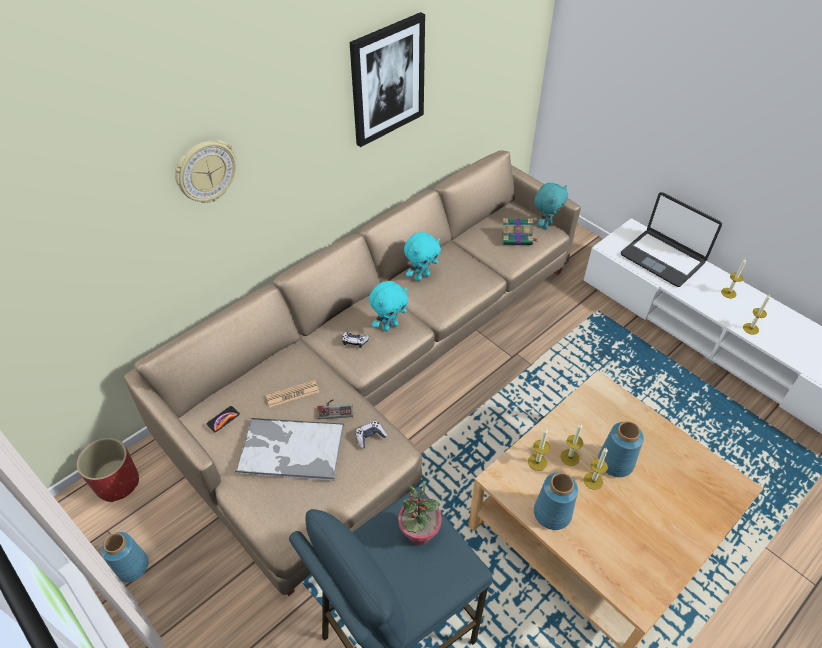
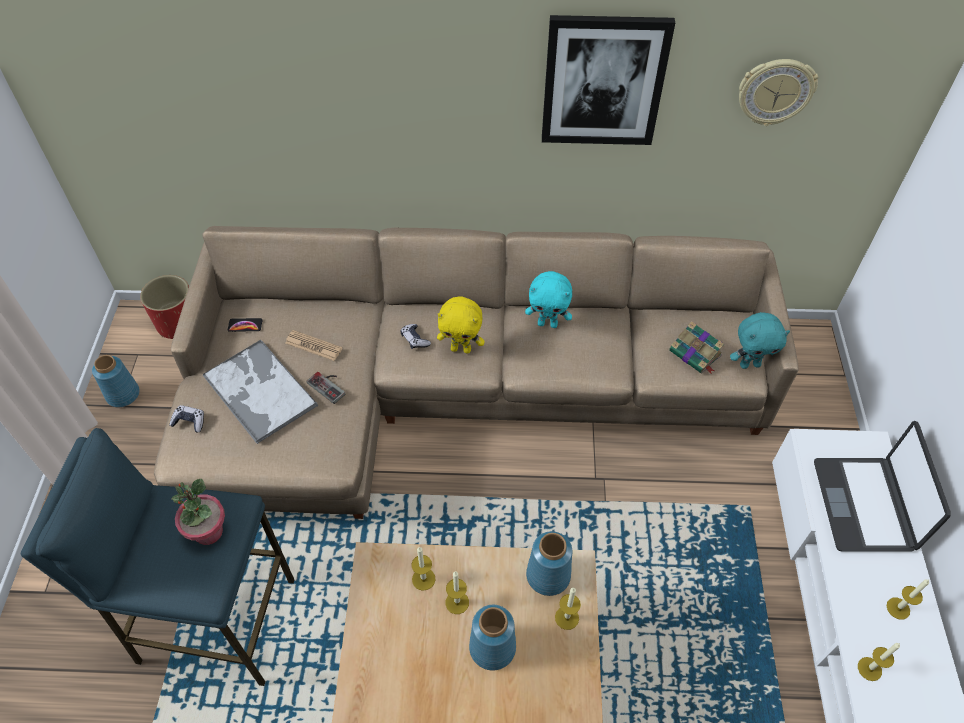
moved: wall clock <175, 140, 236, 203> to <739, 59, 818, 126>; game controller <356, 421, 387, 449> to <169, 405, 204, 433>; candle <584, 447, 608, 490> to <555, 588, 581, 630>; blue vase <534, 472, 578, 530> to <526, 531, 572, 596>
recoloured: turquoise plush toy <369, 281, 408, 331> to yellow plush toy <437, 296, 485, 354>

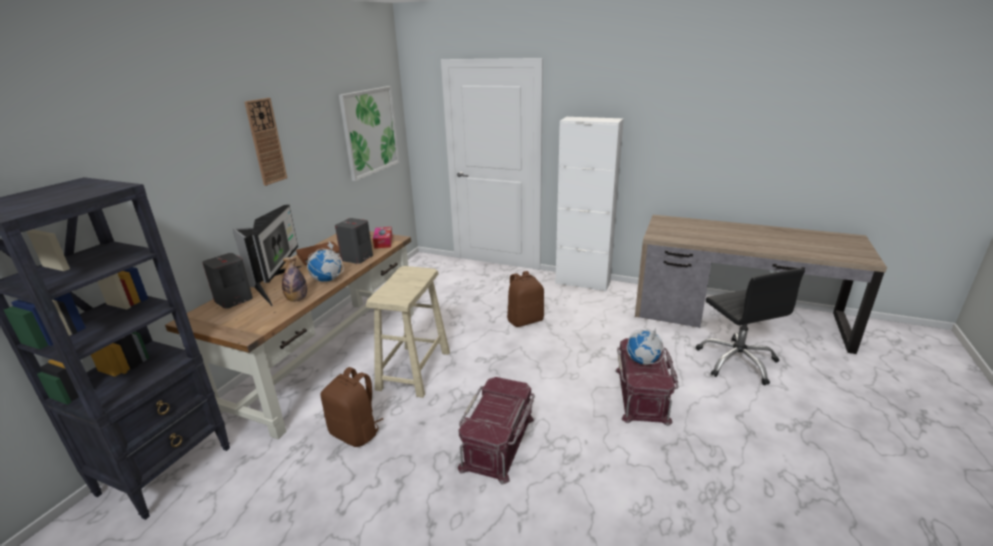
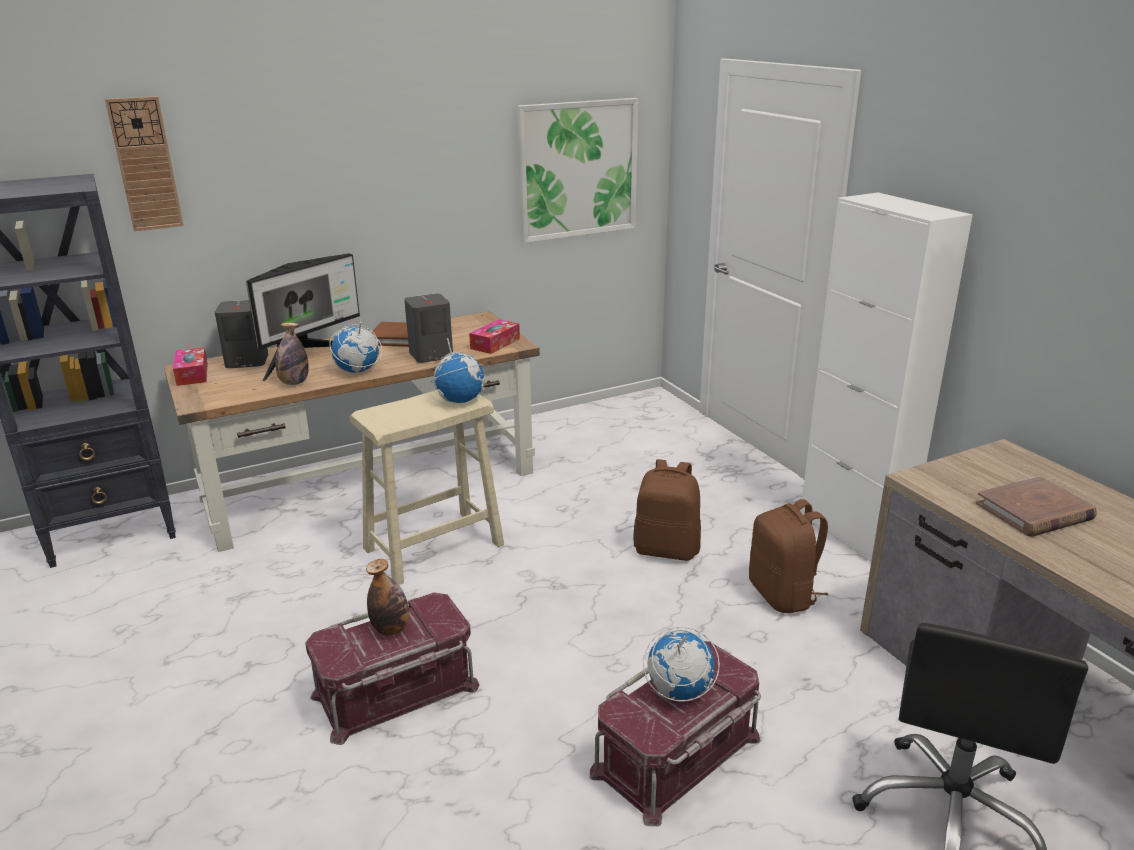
added: globe <430, 338, 485, 404>; tissue box <173, 347, 207, 386>; brown book <976, 476, 1097, 537>; bottle <366, 559, 409, 636>
moved: wall clock <245, 98, 287, 186> to <105, 96, 184, 231>; brown backpack <321, 367, 383, 447> to <749, 499, 828, 613>

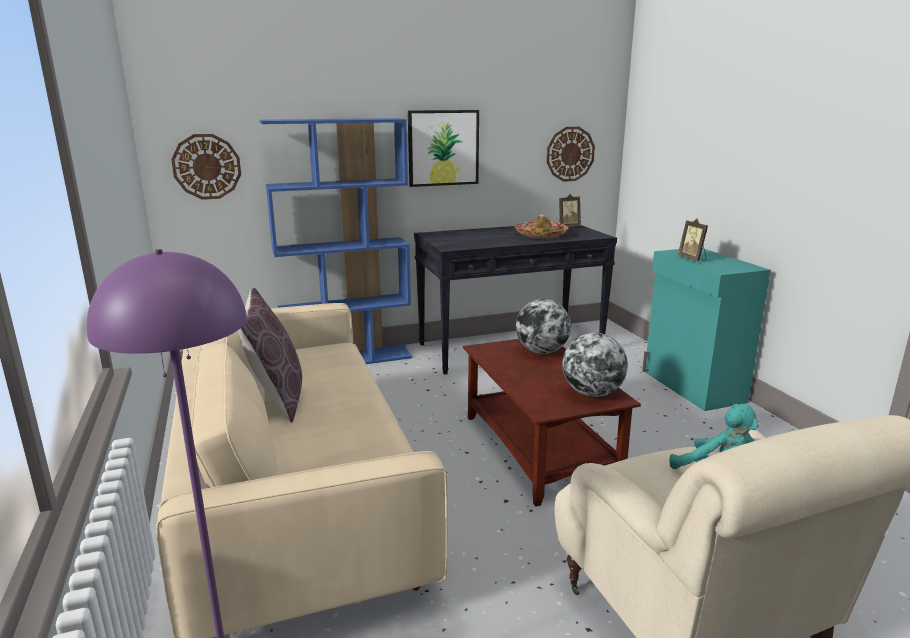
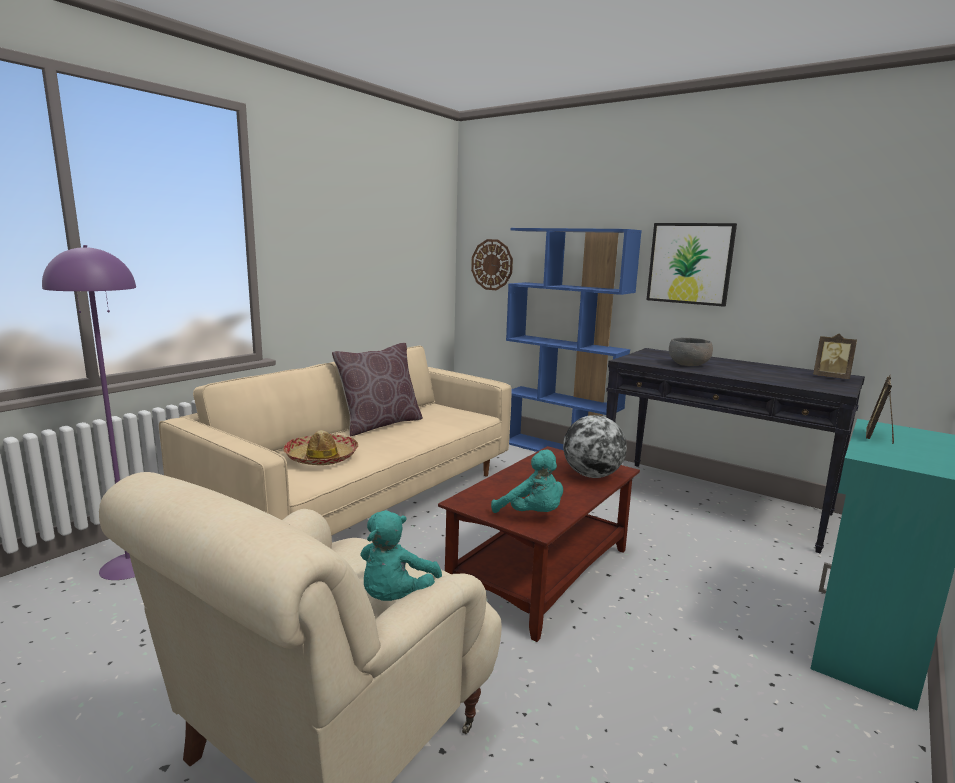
removed: wall clock <547, 127, 595, 182>
added: grey bowl <669, 338, 713, 366>
moved: hat <514, 214, 568, 239> to <283, 430, 358, 465>
replaced: globe <562, 333, 628, 397> to turquoise plush toy <491, 449, 563, 513>

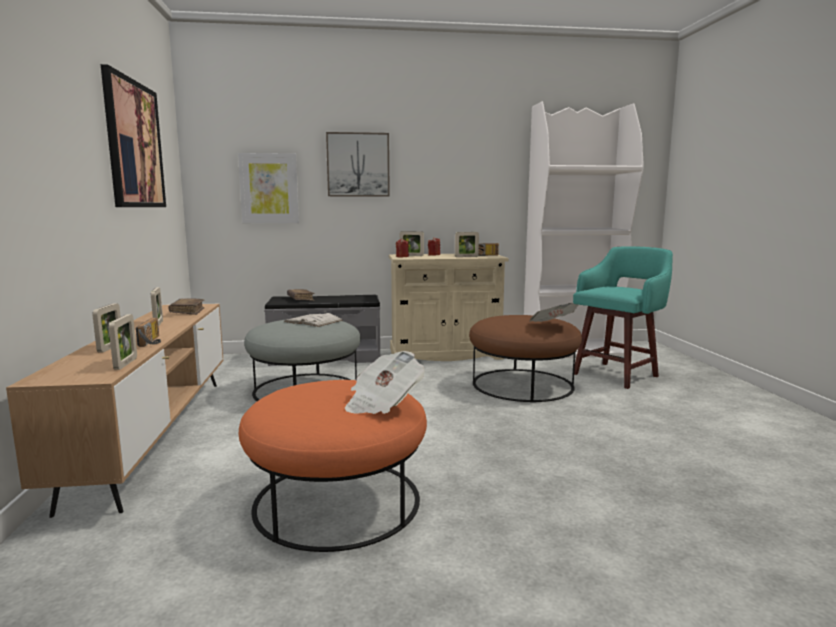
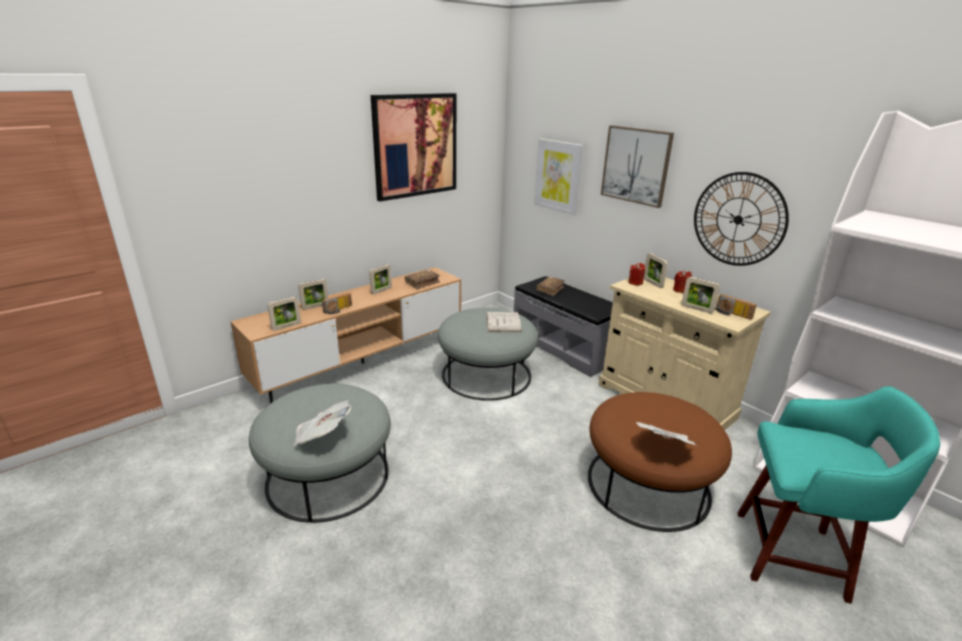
added: wall clock <694, 172, 789, 266>
recoloured: orange ottoman <239, 380, 427, 552> to grey ottoman <249, 383, 391, 523>

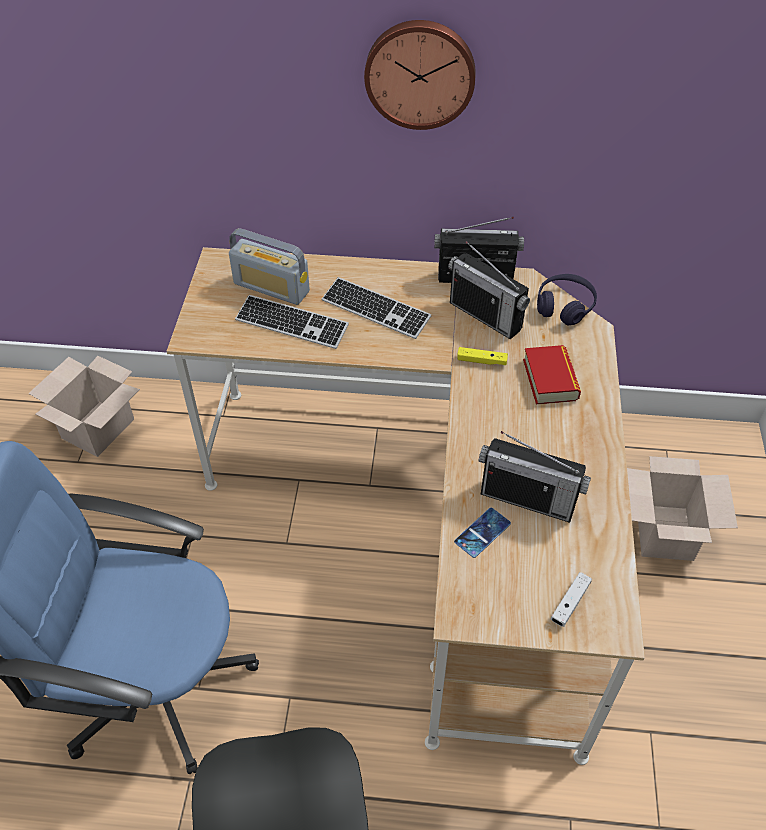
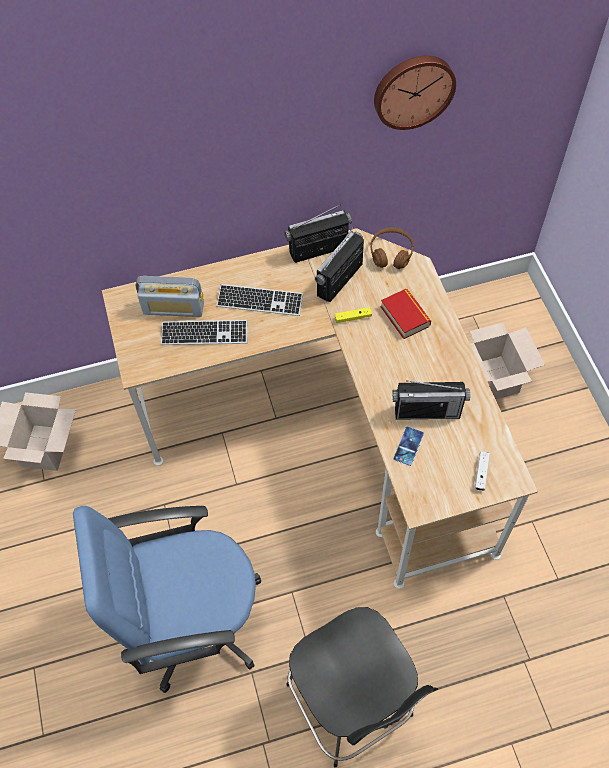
moved: wall clock <364, 20, 476, 130> to <374, 56, 456, 130>
recoloured: purple headphones <537, 274, 597, 325> to brown headphones <371, 227, 414, 269>
turned: radio <448, 241, 530, 339> = <315, 226, 364, 302> 105 degrees clockwise

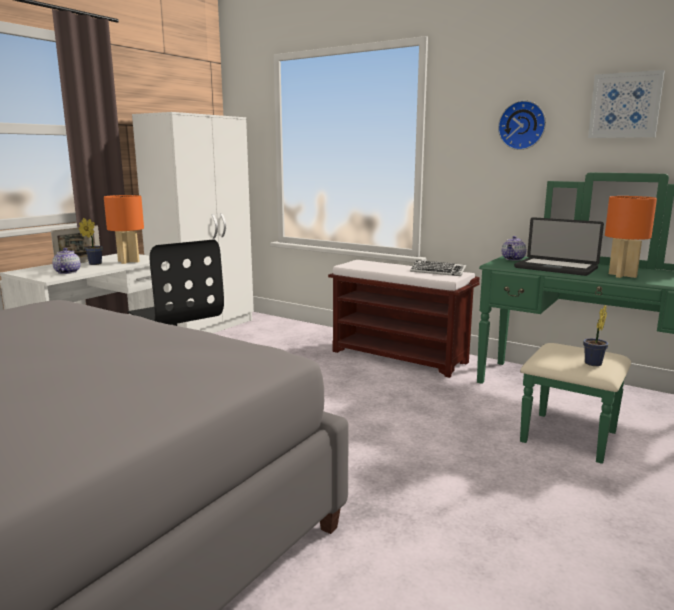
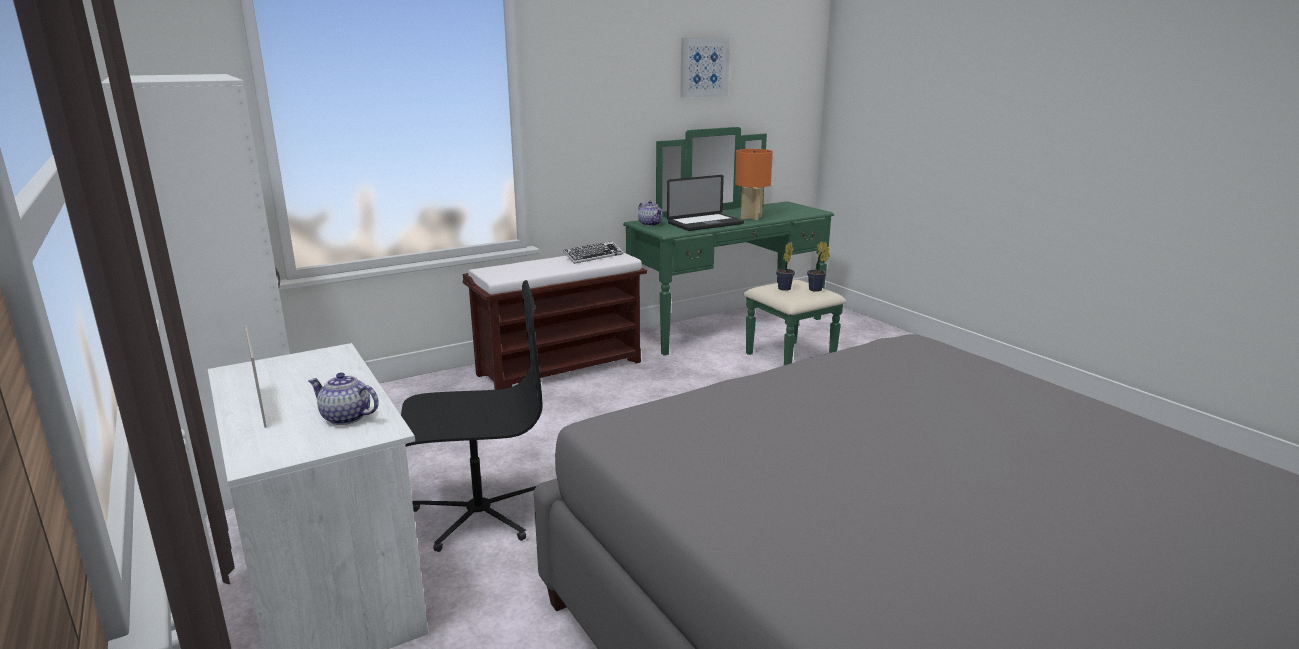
removed: wall clock <498, 100, 546, 150>; orange table lamp <104, 195, 144, 264>
moved: potted plant <78, 218, 103, 265> to <776, 242, 795, 291>

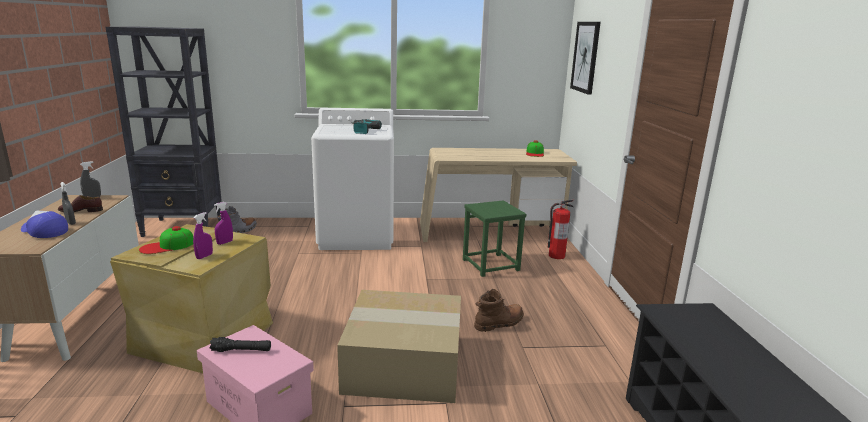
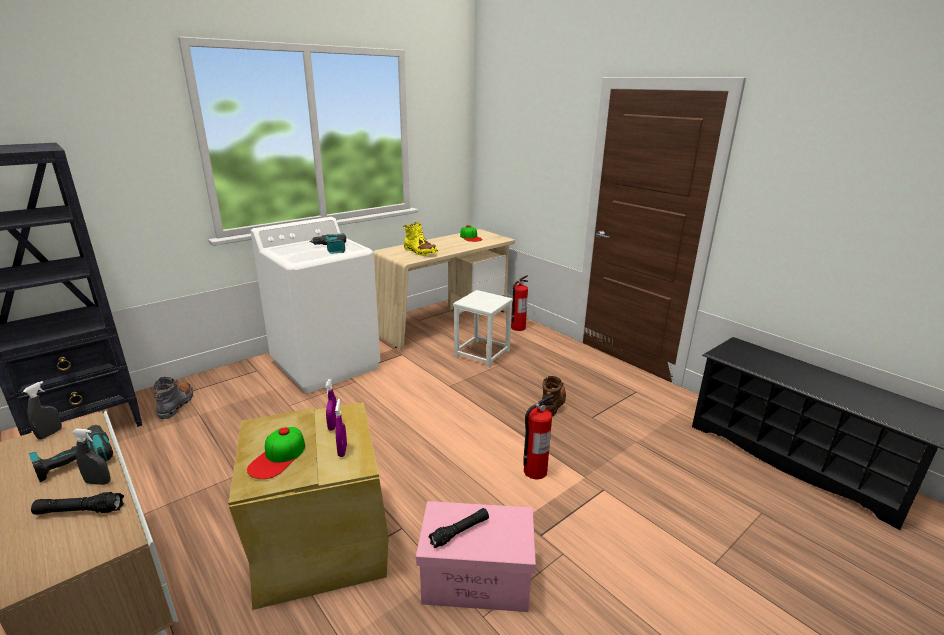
removed: picture <570, 22, 601, 95>
added: yellow boot <403, 222, 438, 256>
replaced: brown shoe <58, 195, 103, 212> to power drill <29, 425, 113, 482>; cap <21, 211, 68, 238> to black flashlight <31, 492, 124, 515>; cardboard box <337, 290, 461, 403> to fire extinguisher <523, 394, 554, 480>
recoloured: green stool <463, 200, 527, 277> to white stool <453, 290, 513, 367>

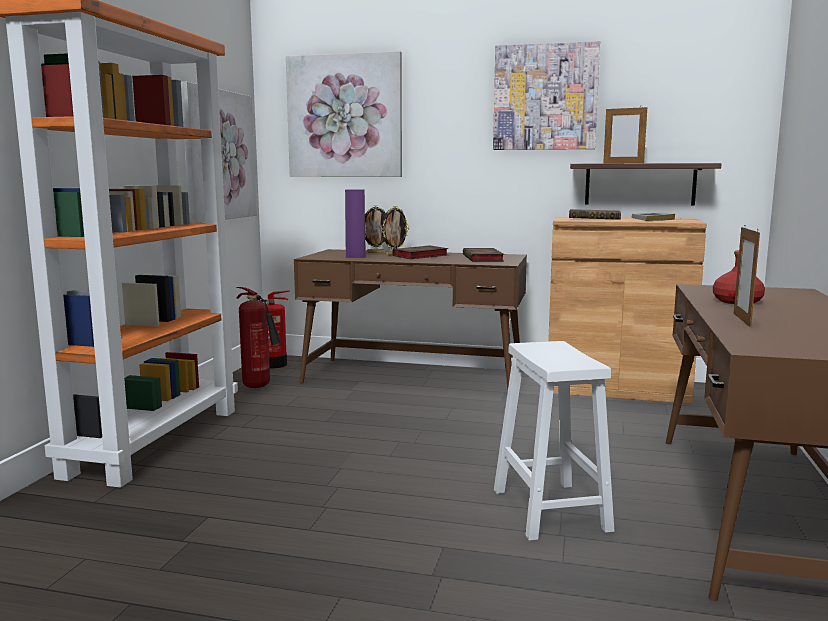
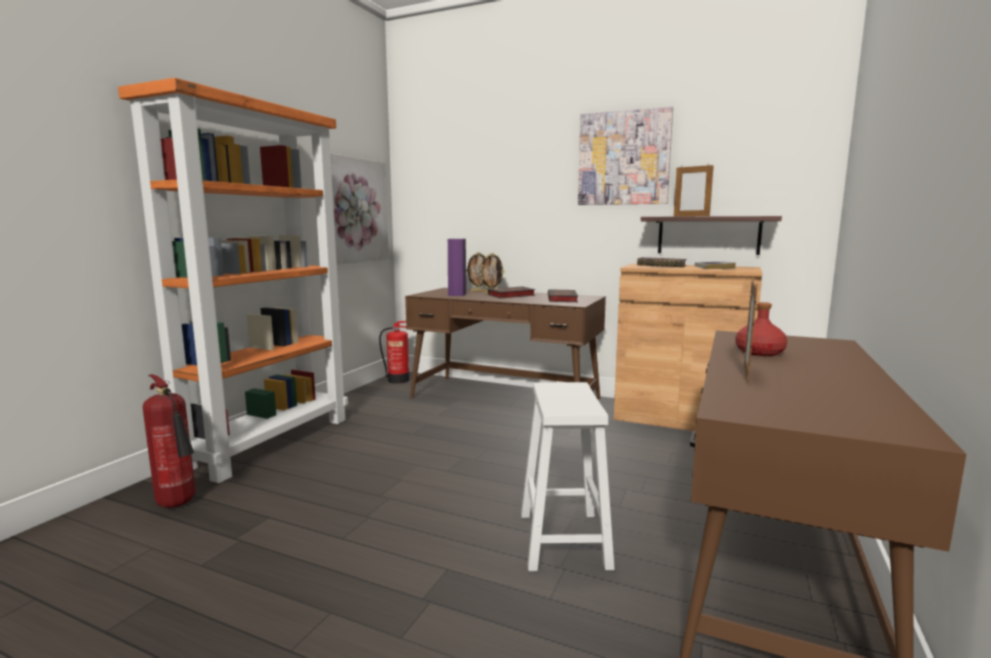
removed: picture <286, 51, 402, 177>
moved: fire extinguisher <236, 287, 281, 388> to <143, 374, 196, 508>

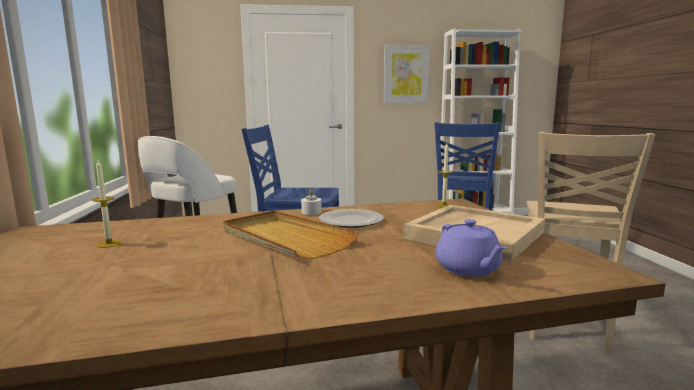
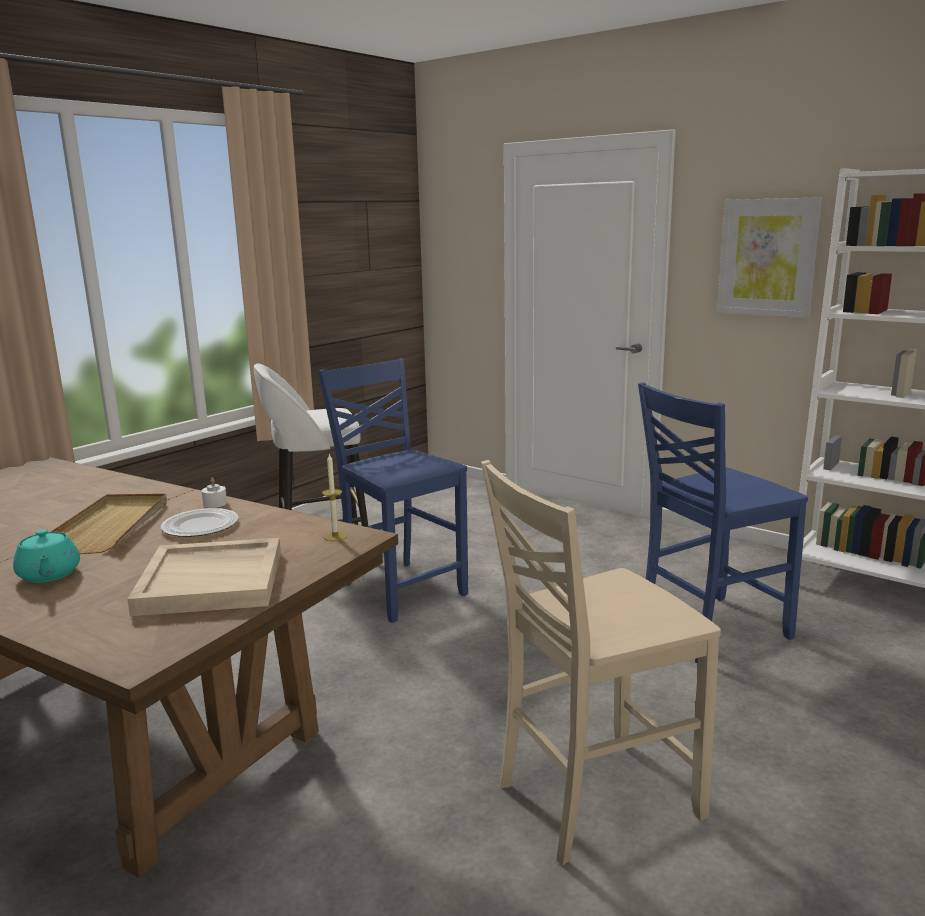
removed: candle <92, 160, 122, 248>; purple teapot <435, 219, 507, 277>
added: turquoise teapot <13, 529, 80, 583>

